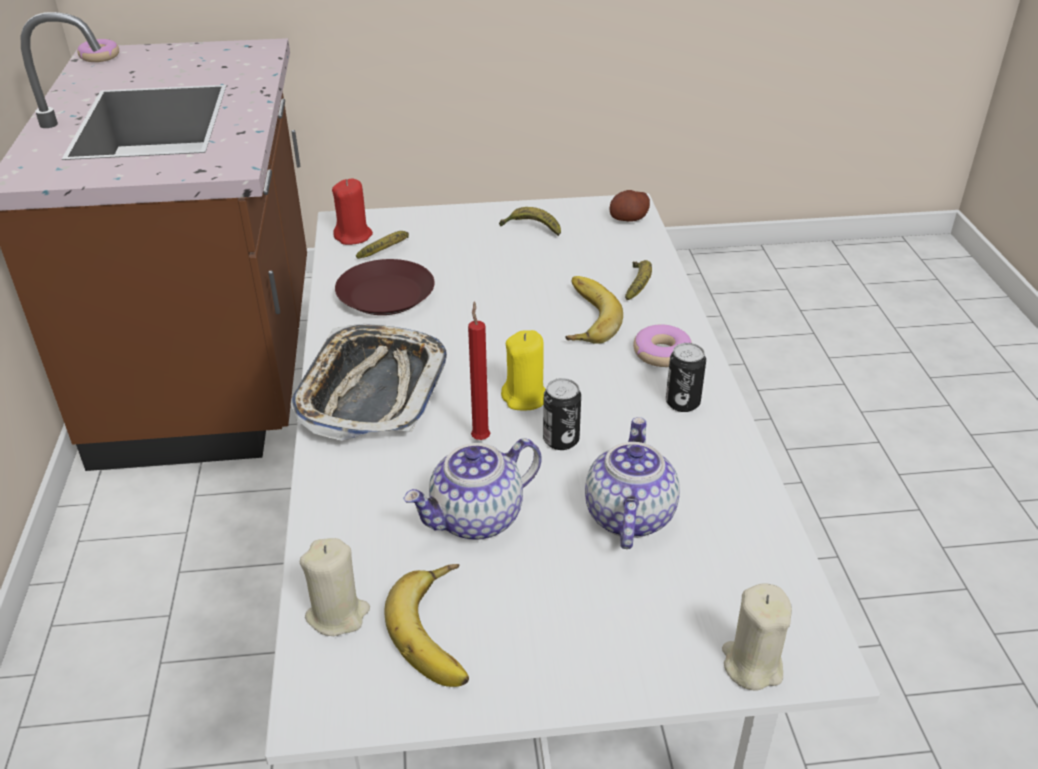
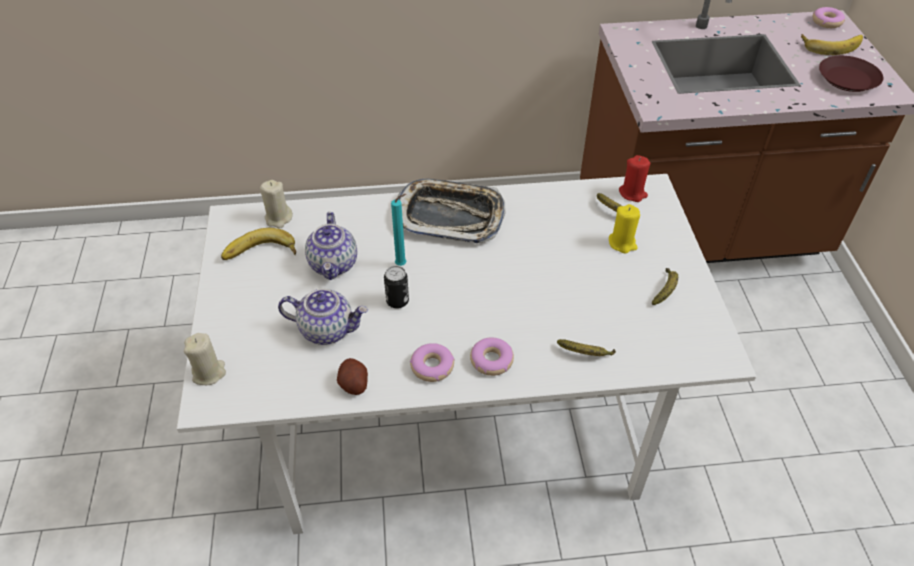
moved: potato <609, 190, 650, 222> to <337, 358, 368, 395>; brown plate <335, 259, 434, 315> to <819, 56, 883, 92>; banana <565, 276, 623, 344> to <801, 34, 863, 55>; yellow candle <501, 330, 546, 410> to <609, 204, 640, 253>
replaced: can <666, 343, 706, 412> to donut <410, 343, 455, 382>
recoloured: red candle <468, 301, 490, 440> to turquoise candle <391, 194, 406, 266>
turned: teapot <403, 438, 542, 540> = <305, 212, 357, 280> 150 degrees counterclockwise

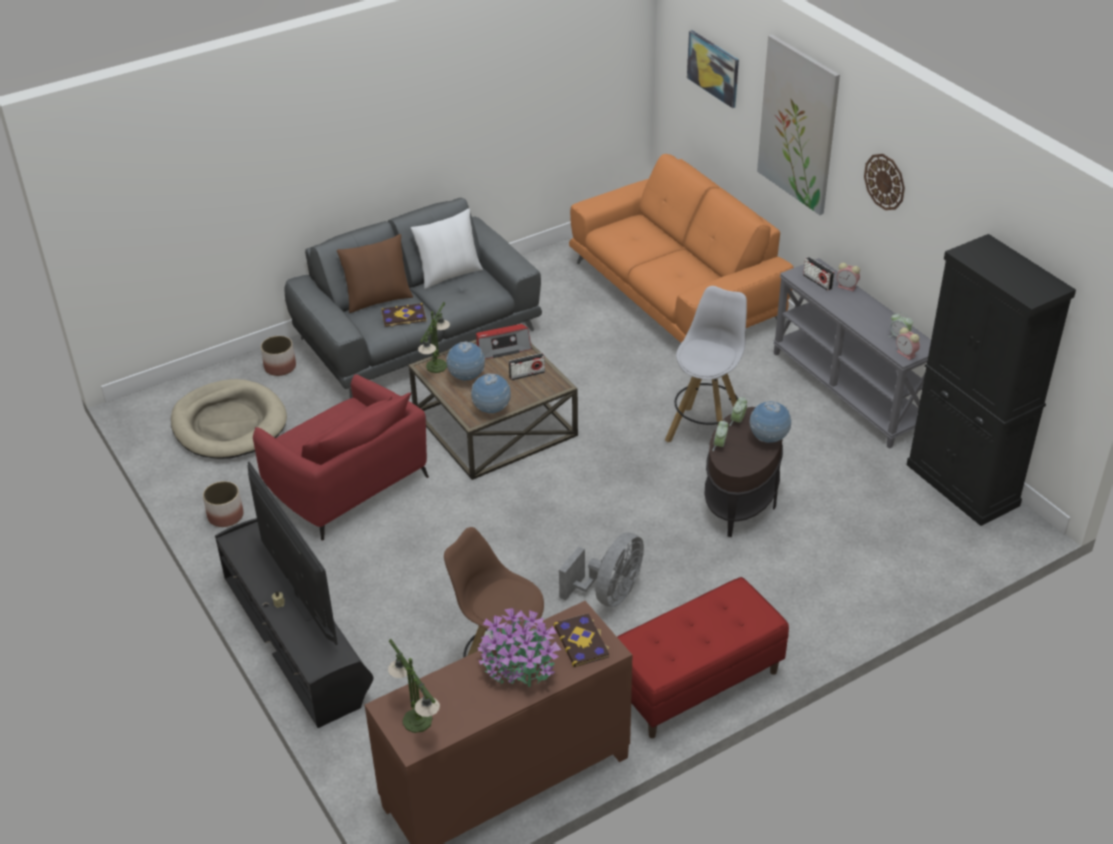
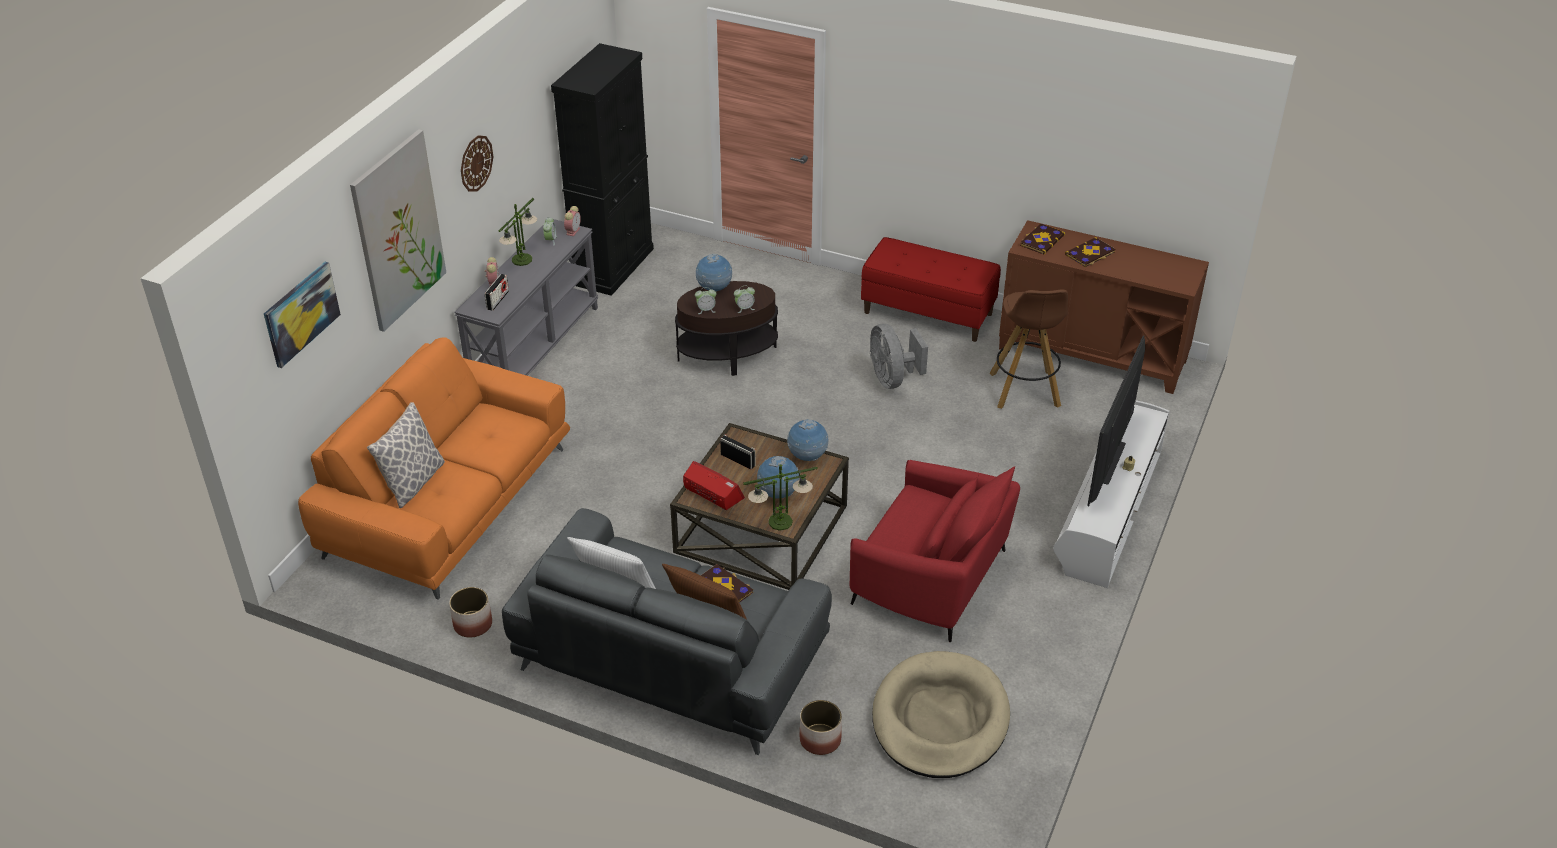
removed: white stool <665, 286, 747, 442>
added: pillow <367, 402, 445, 508>
moved: planter <203, 481, 243, 527> to <449, 587, 492, 637>; table lamp <388, 639, 440, 733> to <498, 198, 537, 266>
replaced: potted plant <477, 608, 561, 687> to book <1065, 237, 1116, 267>
recoloured: black tv stand <215, 518, 374, 728> to white tv stand <1053, 400, 1169, 588>
turned: red armchair <253, 374, 429, 541> = <850, 460, 1020, 642> 105 degrees clockwise; grey fan <559, 532, 644, 607> = <870, 324, 928, 389> 105 degrees counterclockwise

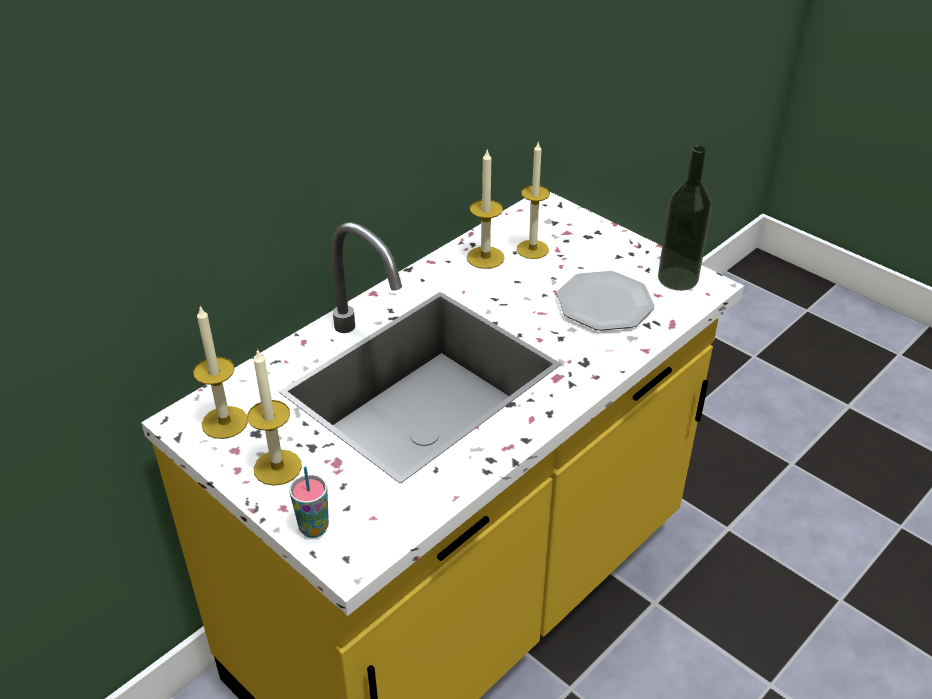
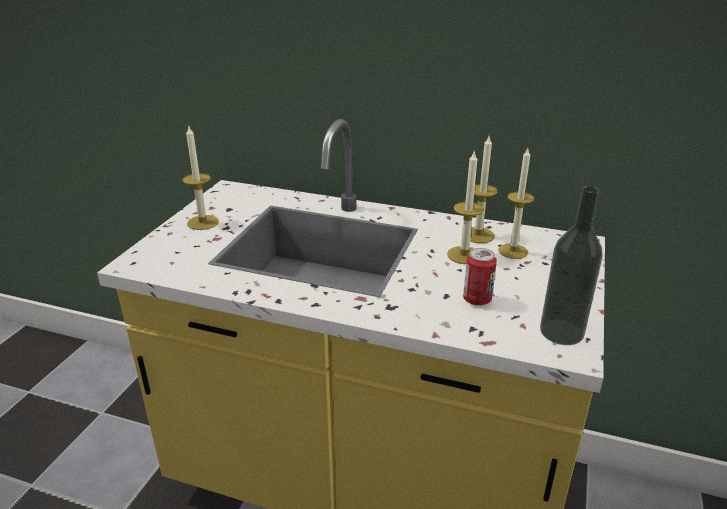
removed: cup <289, 466, 329, 538>
moved: candle <193, 305, 248, 439> to <447, 150, 484, 264>
replaced: plate <557, 271, 655, 331> to can <463, 248, 497, 306>

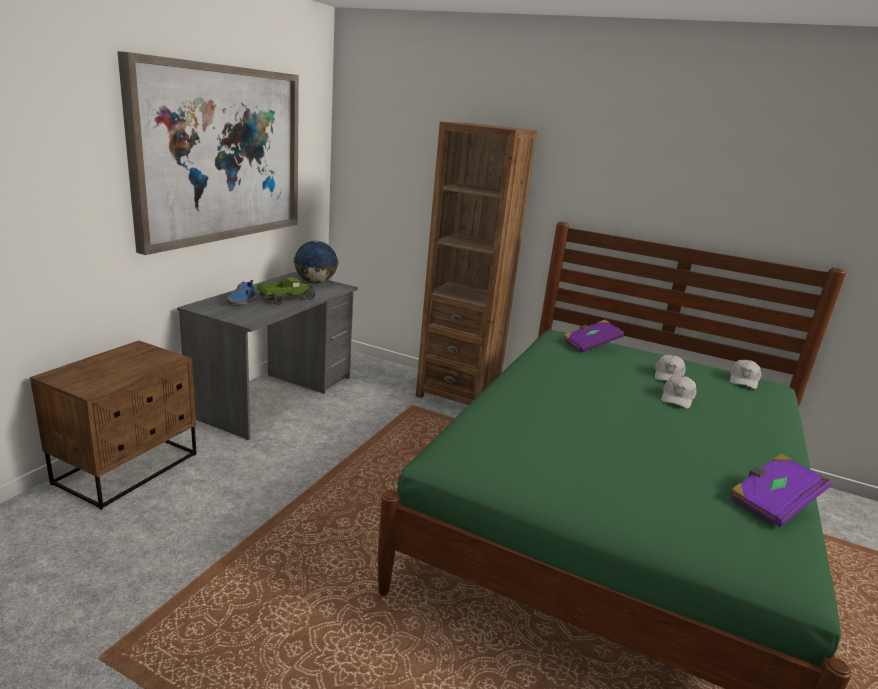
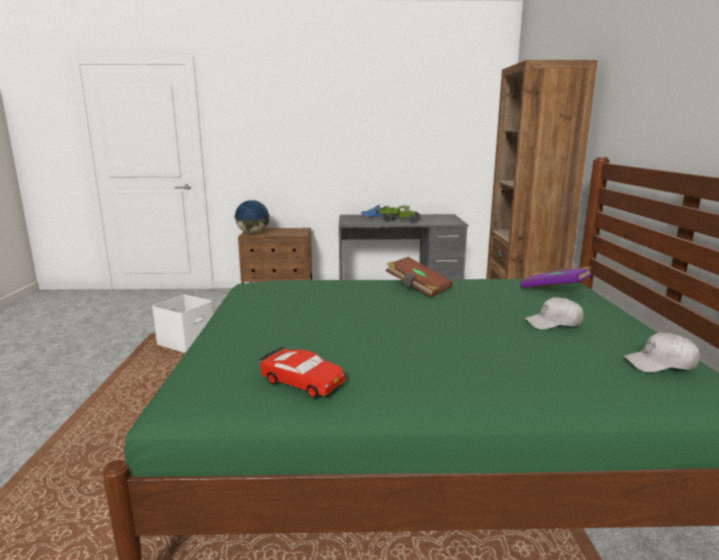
removed: picture <117, 51, 299, 255>; white cap <661, 375, 696, 409>
added: brown book <386, 257, 453, 298>; white storage box <152, 295, 213, 353>
moved: globe <293, 241, 339, 284> to <234, 200, 270, 234>
replaced: purple book <731, 453, 831, 527> to red toy car <259, 347, 346, 398>

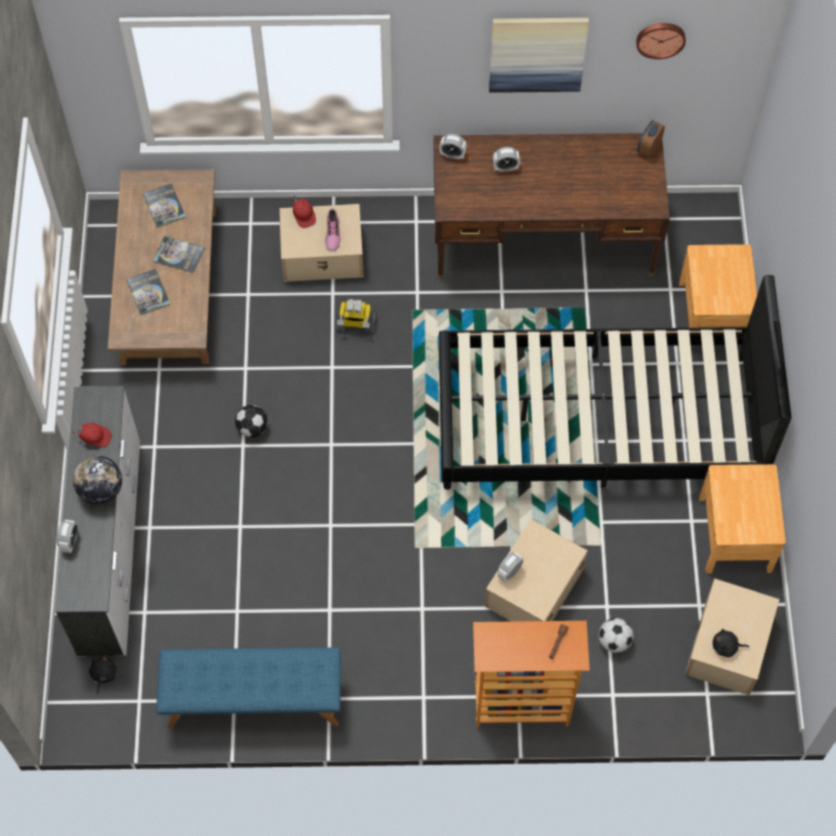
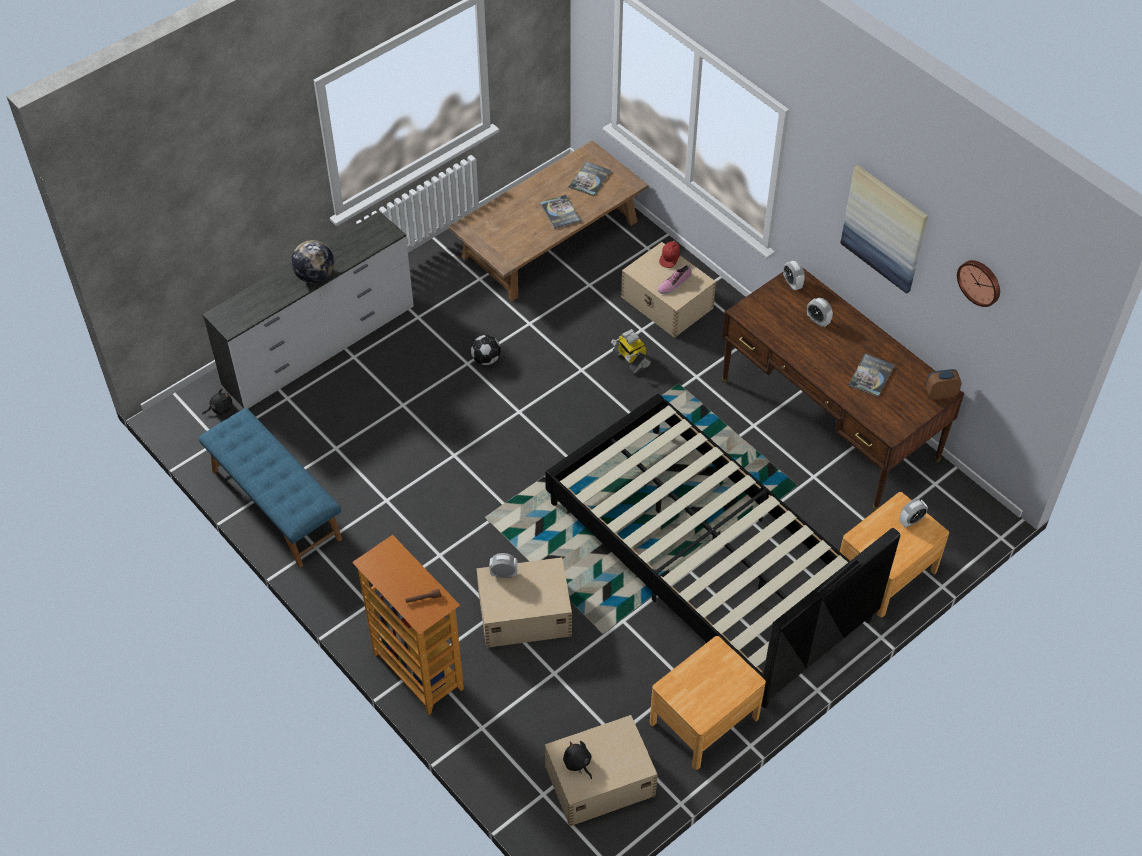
removed: red cap <72, 423, 111, 447>; football <599, 618, 633, 653>
moved: book <126, 269, 171, 315> to <848, 354, 895, 397>; alarm clock <57, 520, 78, 553> to <899, 499, 928, 527>

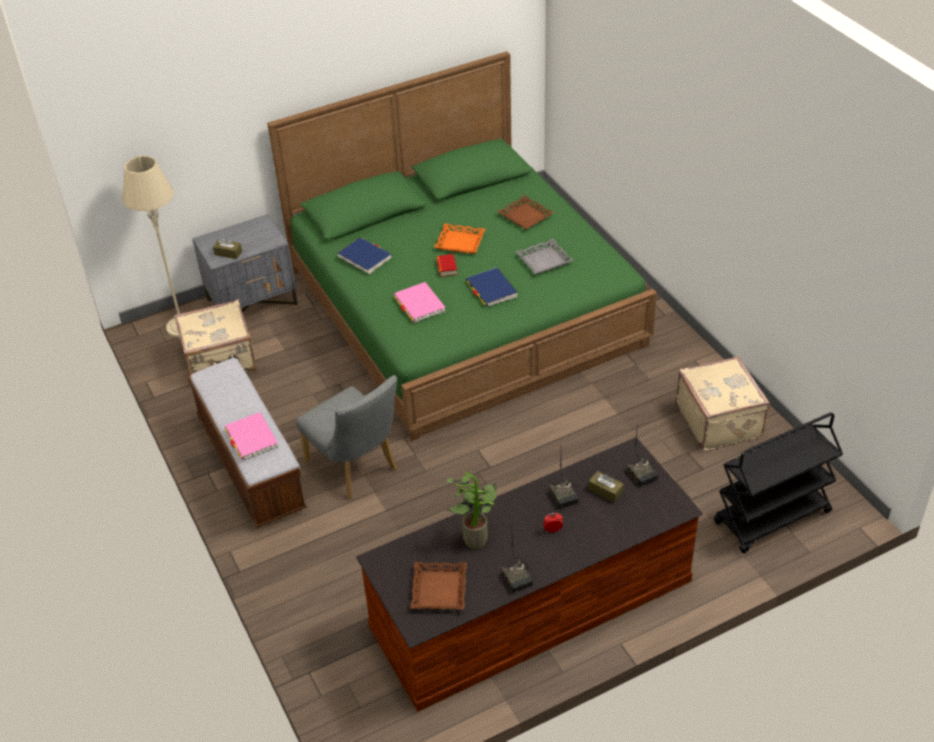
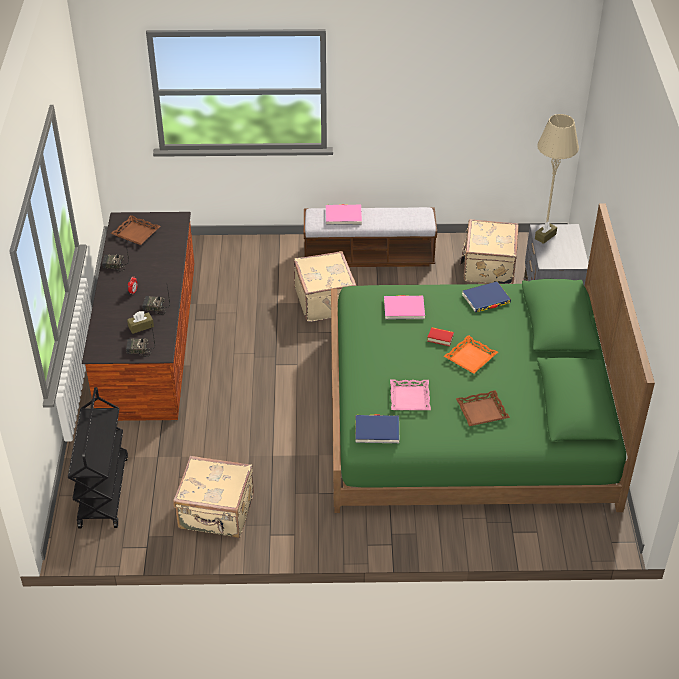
removed: potted plant <444, 472, 496, 549>
moved: blue book <466, 267, 518, 307> to <355, 414, 399, 443>
replaced: grey chair <296, 375, 397, 499> to beige suitcase <294, 251, 357, 322>
recoloured: grey tray <516, 239, 573, 274> to pink tray <390, 380, 431, 410>

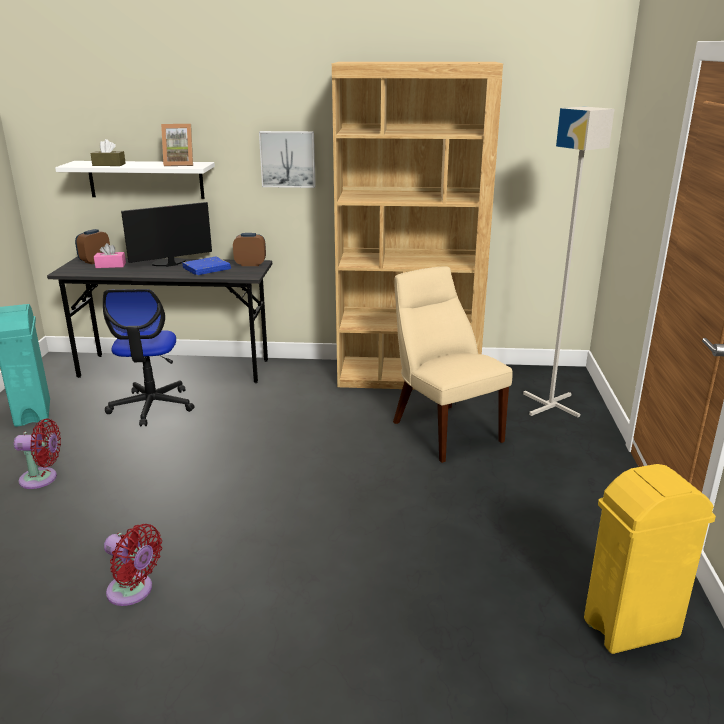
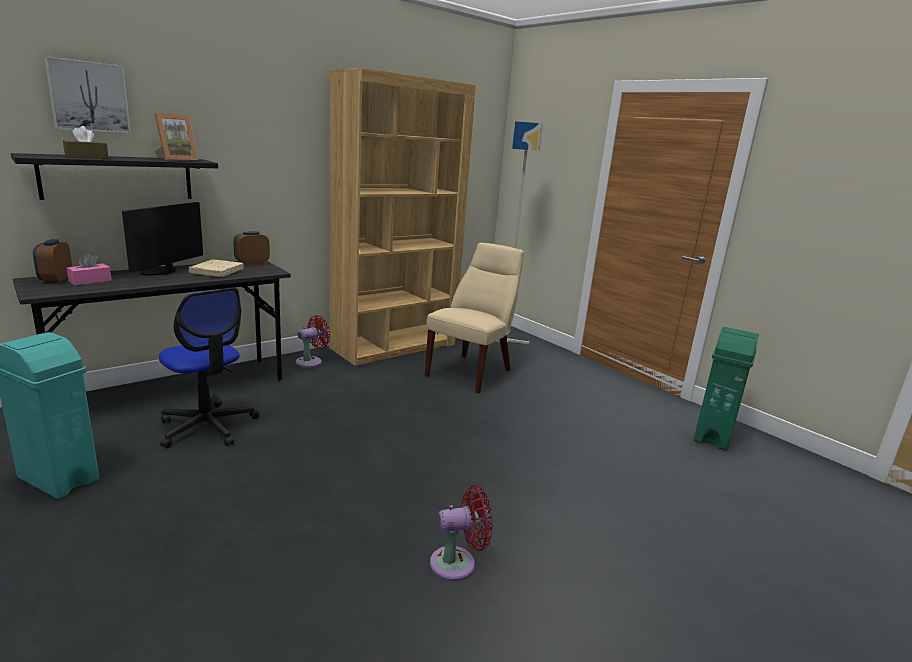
moved: picture <259, 131, 316, 188> to <44, 56, 131, 133>; red fan <14, 419, 61, 489> to <296, 315, 330, 368>
recoloured: white shelf <55, 161, 215, 199> to black shelf <11, 153, 218, 200>; blue book <182, 257, 231, 275> to beige book <189, 259, 244, 277>; yellow trash can <584, 464, 716, 654> to green trash can <694, 327, 759, 451>
turned: beige chair <393, 266, 513, 463> = <425, 243, 524, 394> 105 degrees clockwise

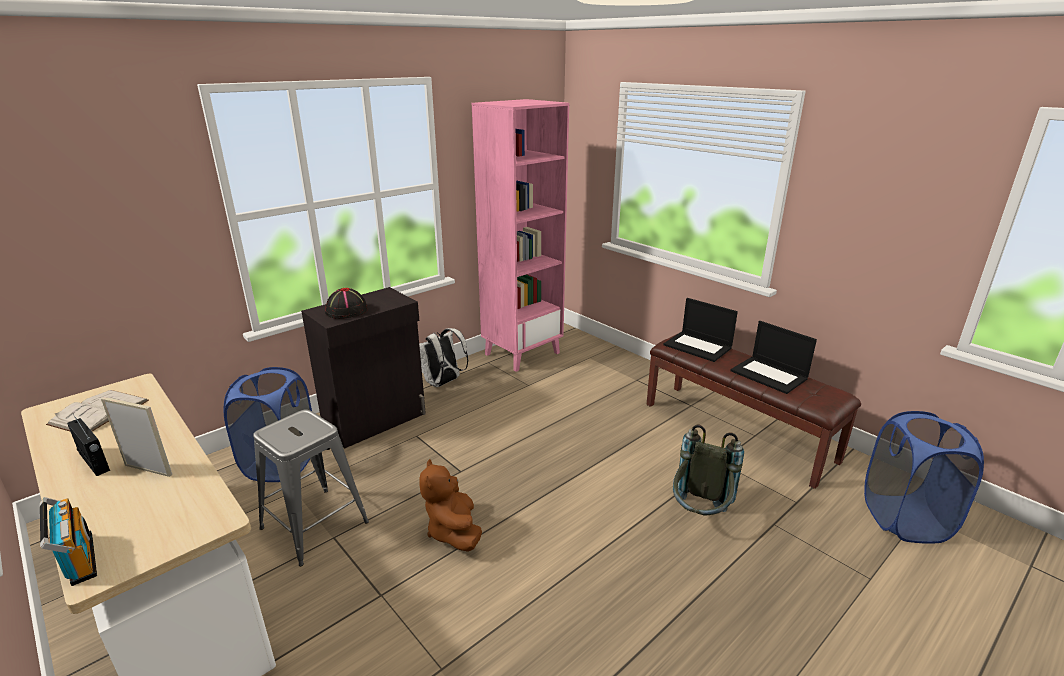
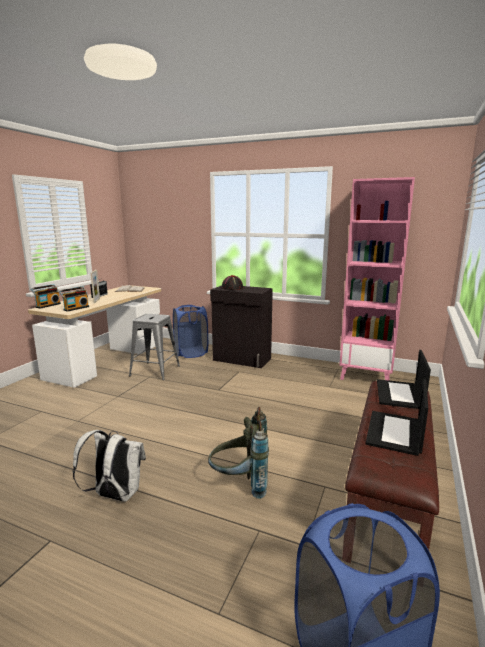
removed: brown plush toy <419, 459, 482, 552>
added: radio <59, 286, 89, 312>
moved: white backpack <419, 328, 468, 387> to <72, 430, 146, 502>

